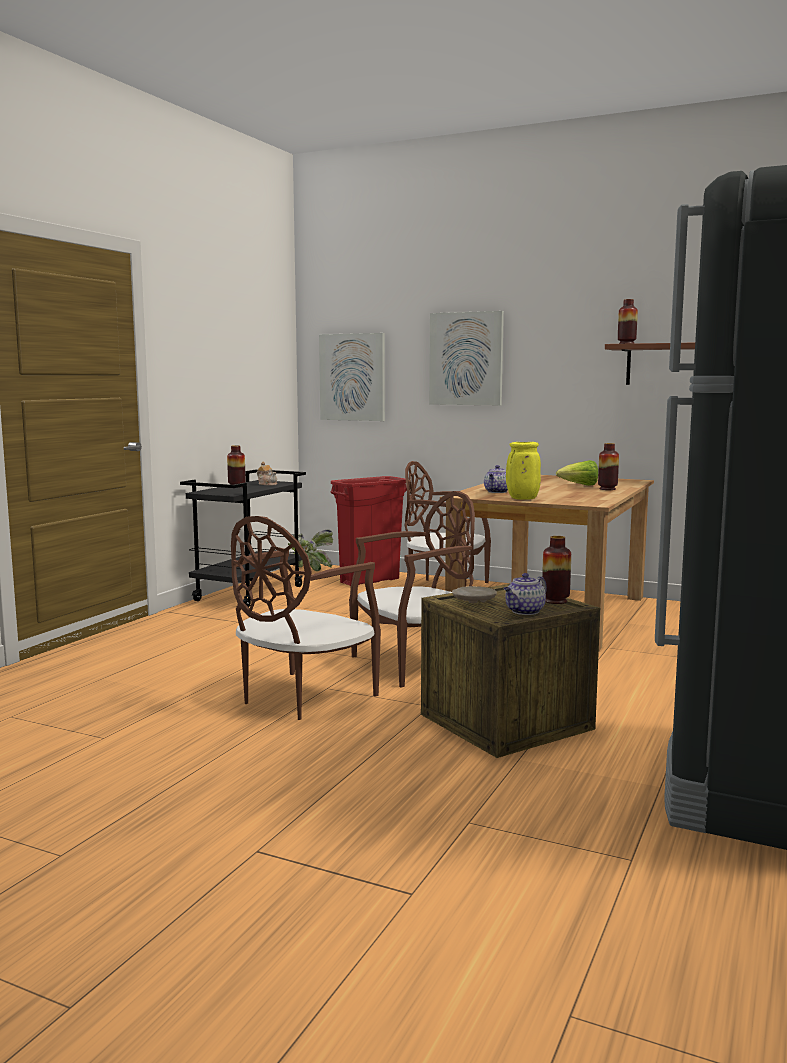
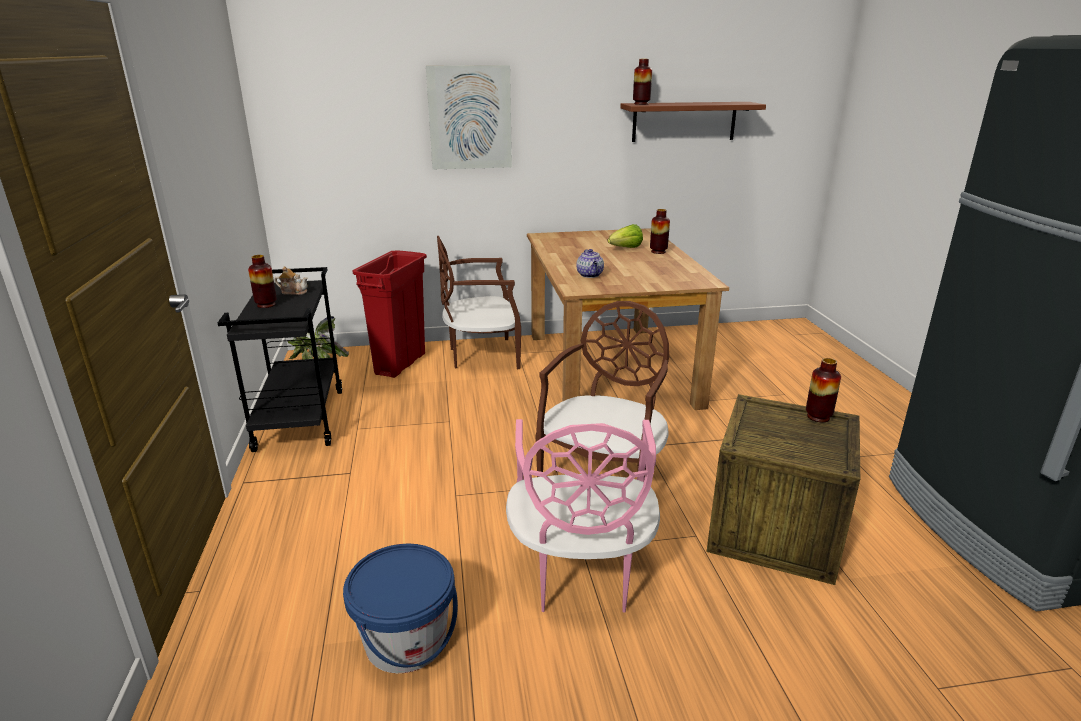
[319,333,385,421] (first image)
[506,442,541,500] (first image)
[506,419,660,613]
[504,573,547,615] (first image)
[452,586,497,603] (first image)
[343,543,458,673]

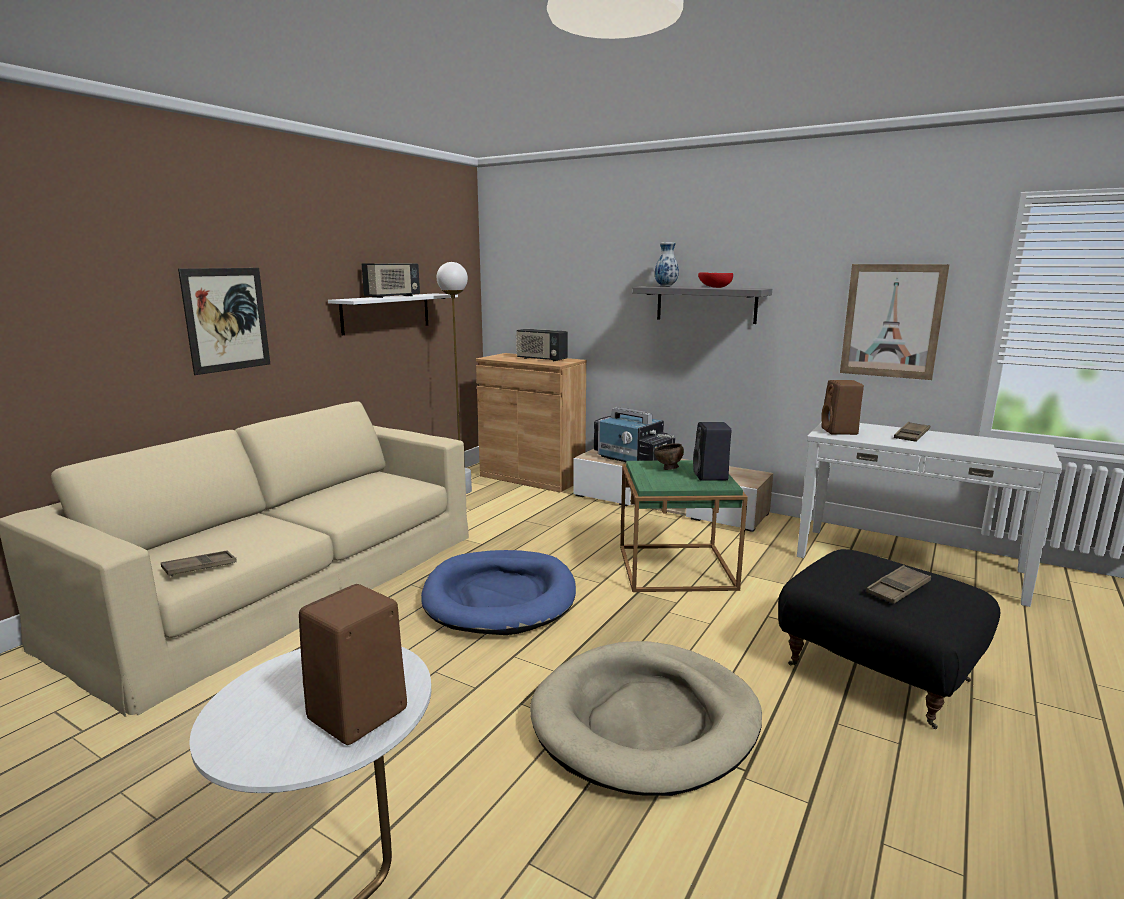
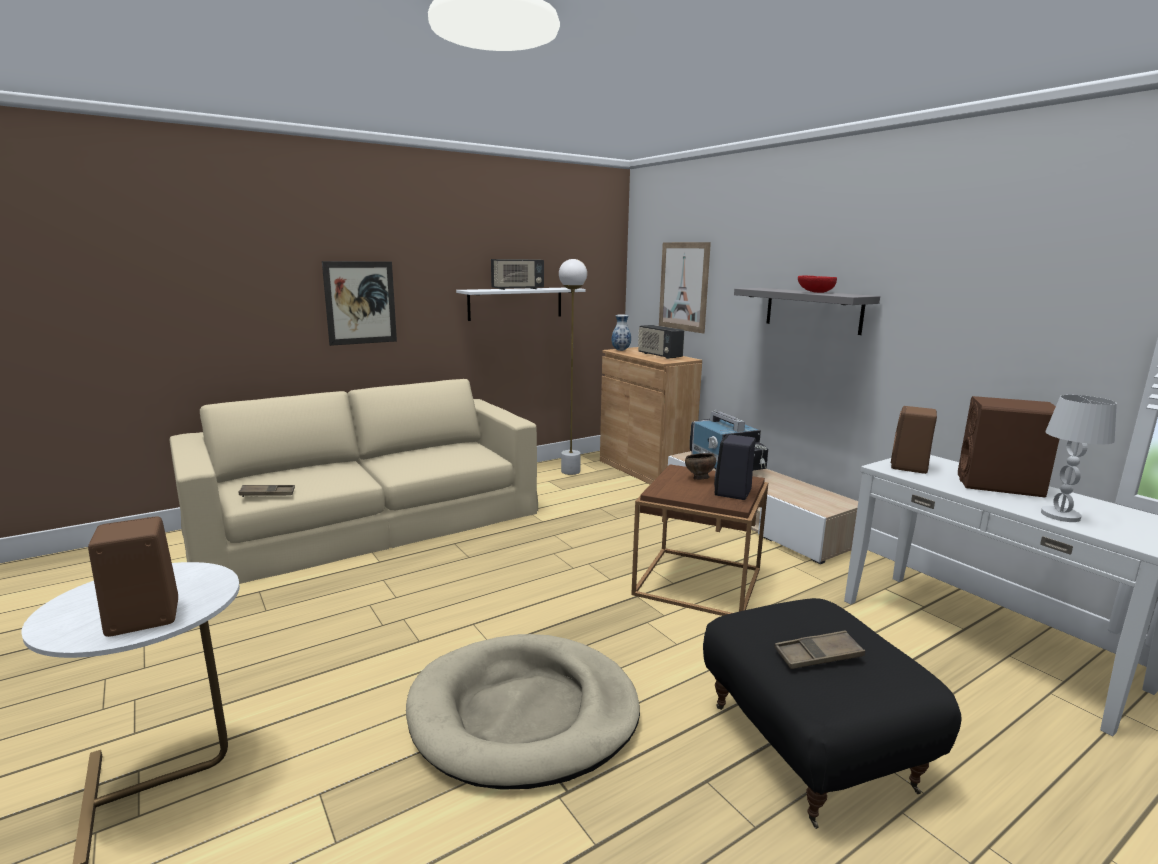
[611,314,631,351]
[659,242,711,333]
[958,396,1059,497]
[631,464,768,616]
[421,550,576,635] (first image)
[1041,395,1117,522]

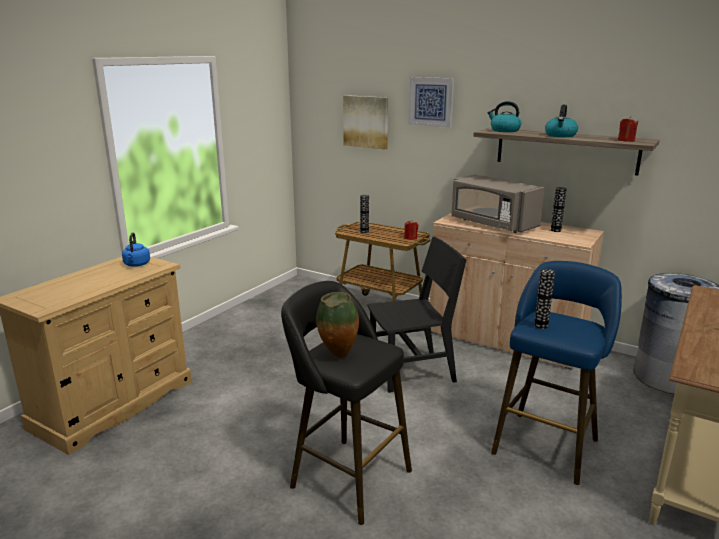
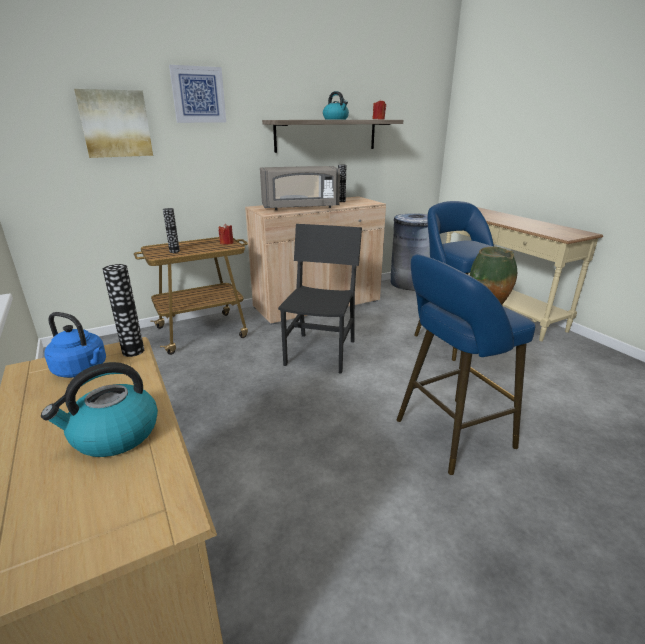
[41,362,158,457]
[103,264,144,357]
[397,254,535,475]

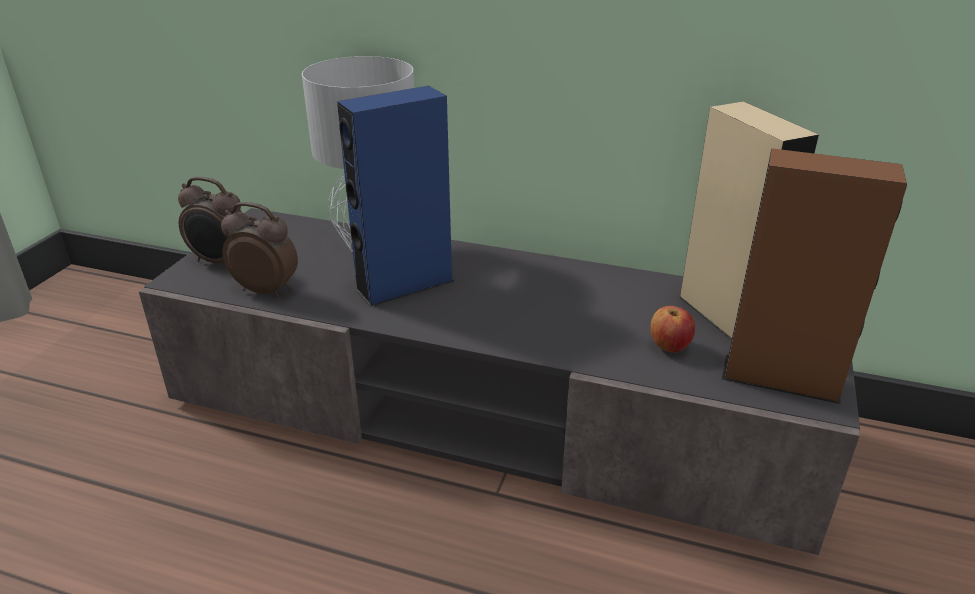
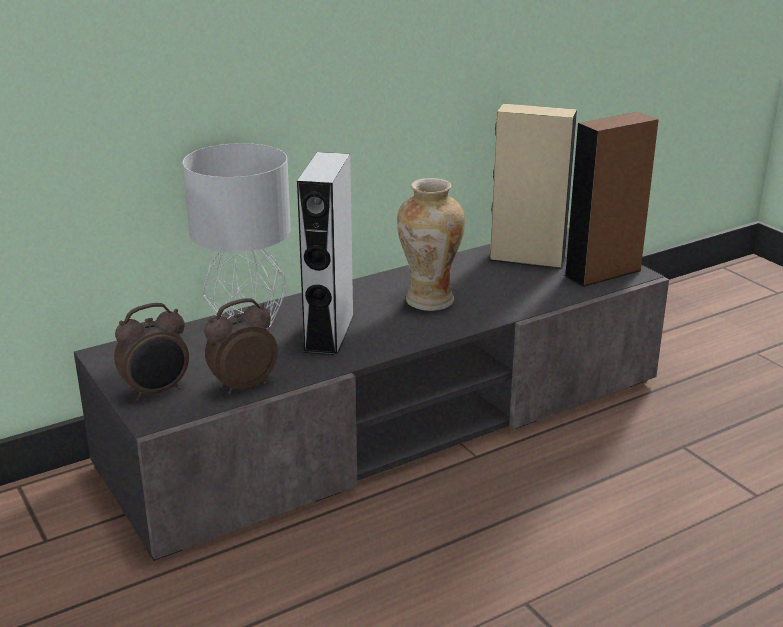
[297,152,354,355]
[650,306,695,353] (first image)
[397,178,465,311]

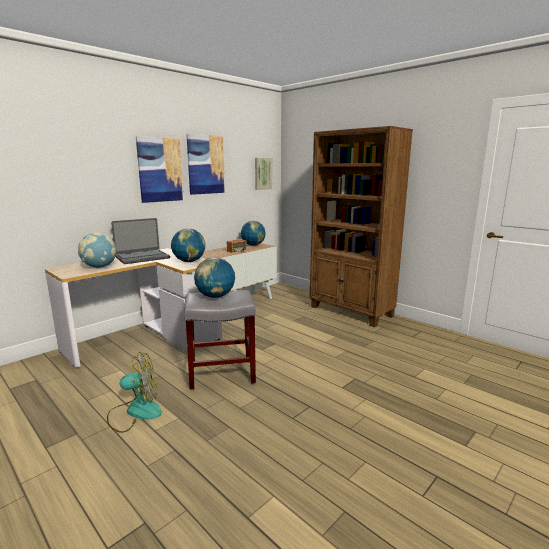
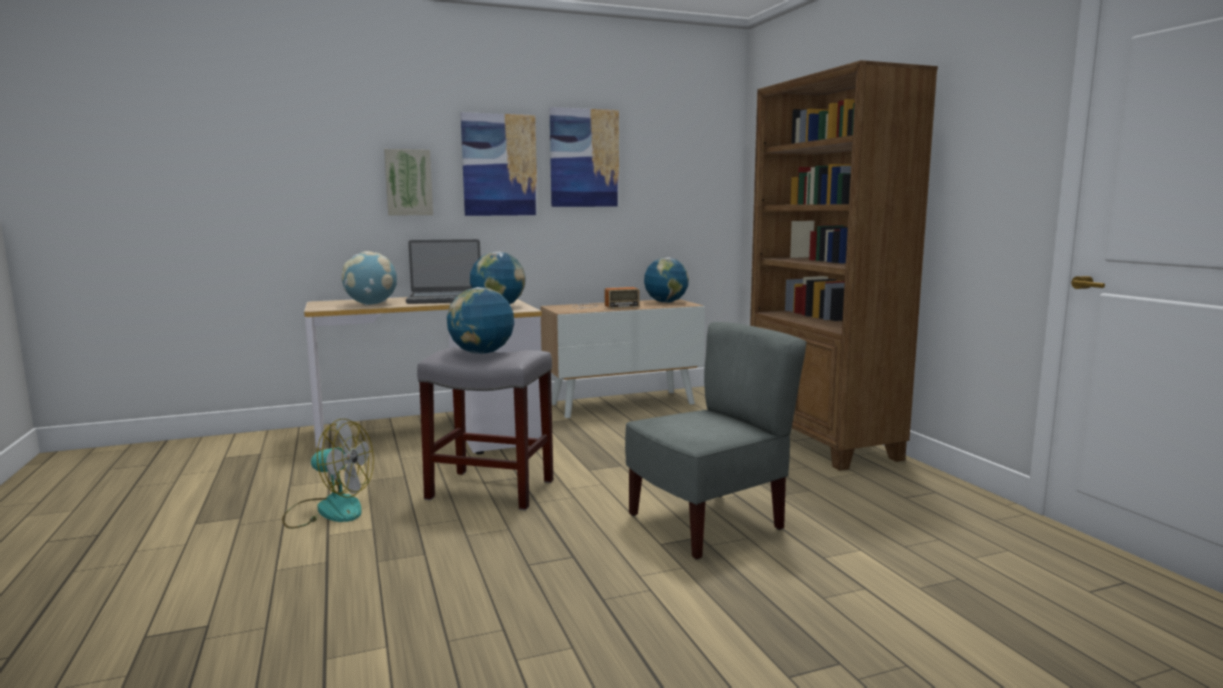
[384,149,433,216]
[625,322,807,560]

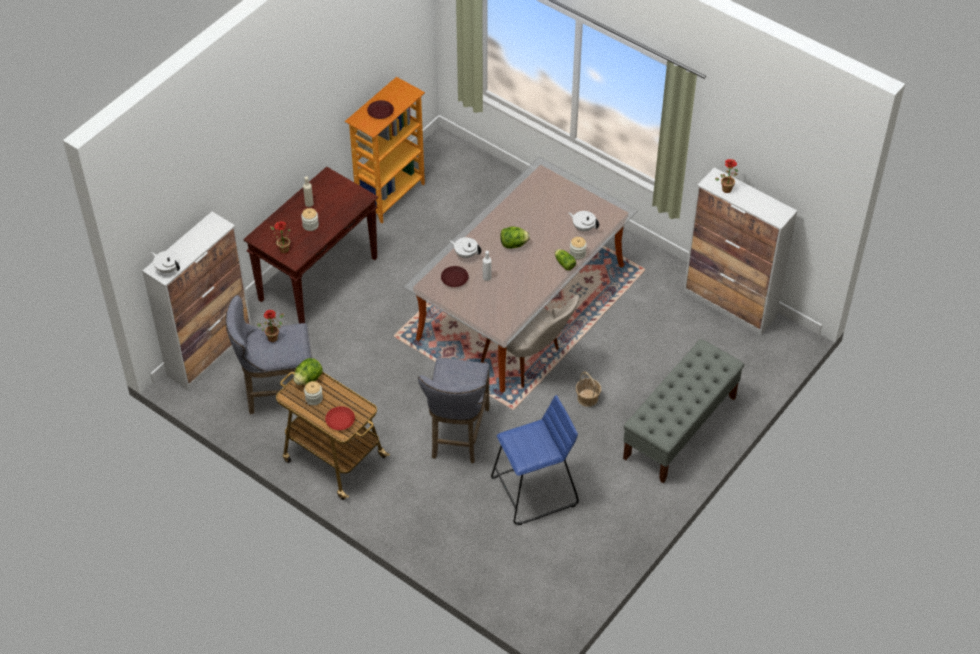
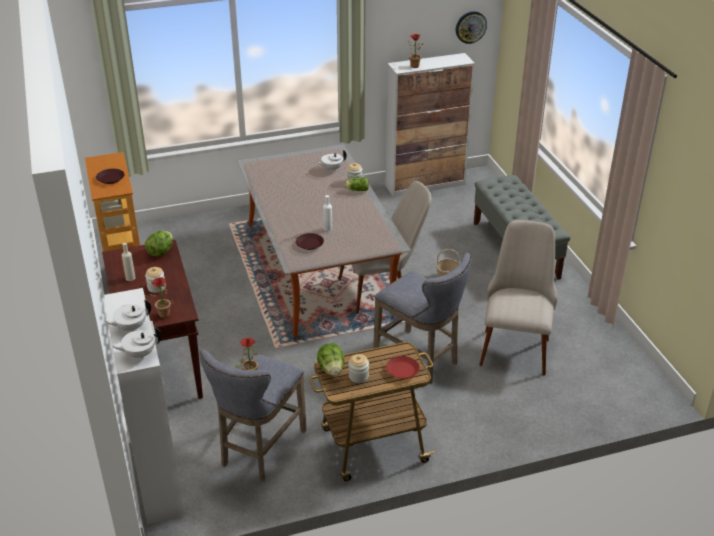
[145,231,173,257]
[104,300,151,331]
[479,220,557,375]
[456,11,487,44]

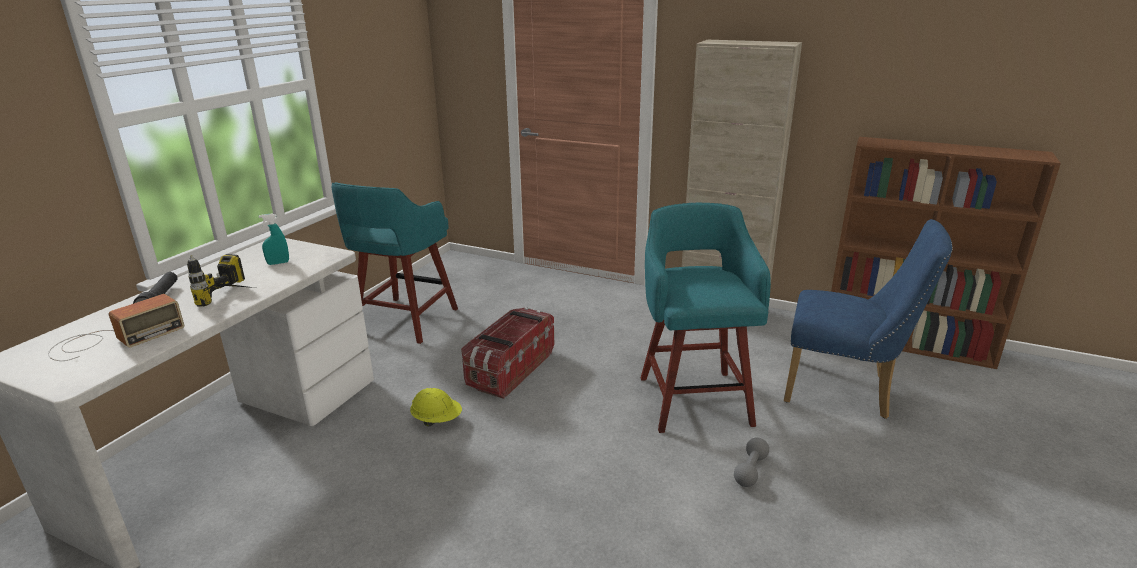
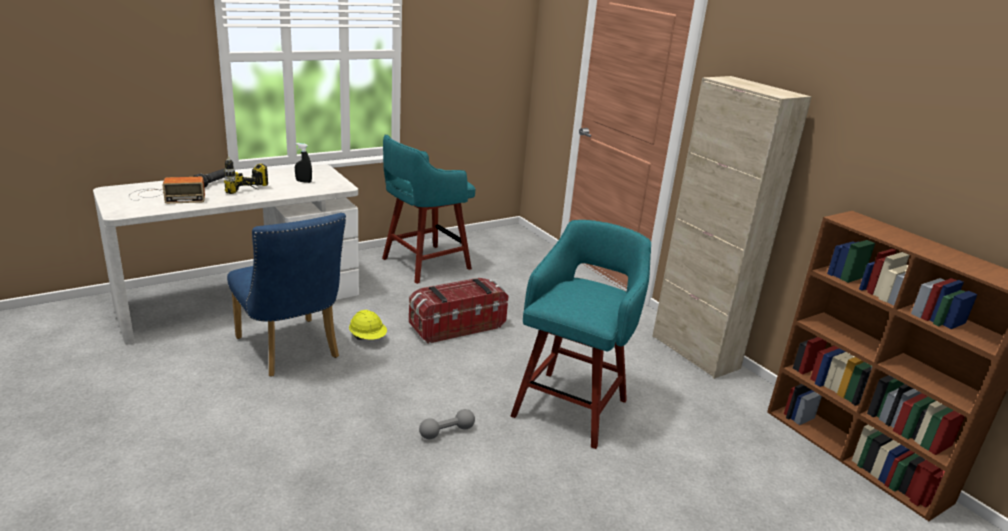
[295,143,312,183]
[227,213,346,377]
[419,409,475,439]

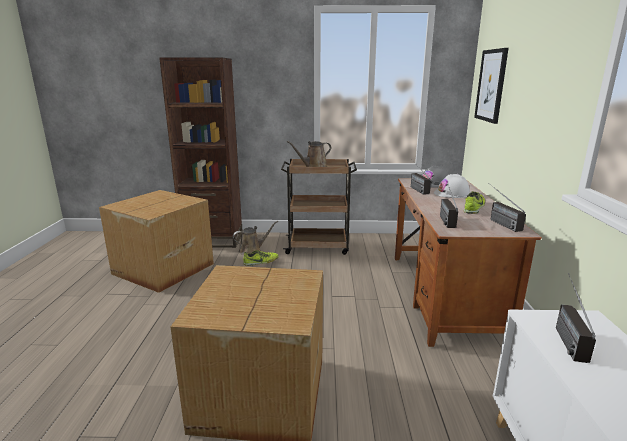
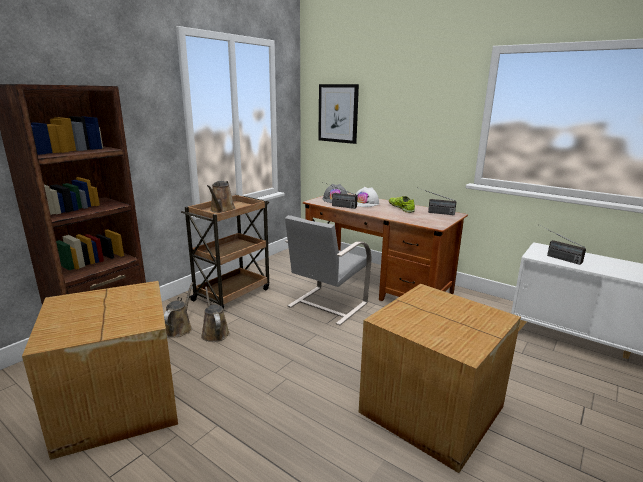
[440,182,458,228] (first image)
[201,287,229,342]
[285,215,372,325]

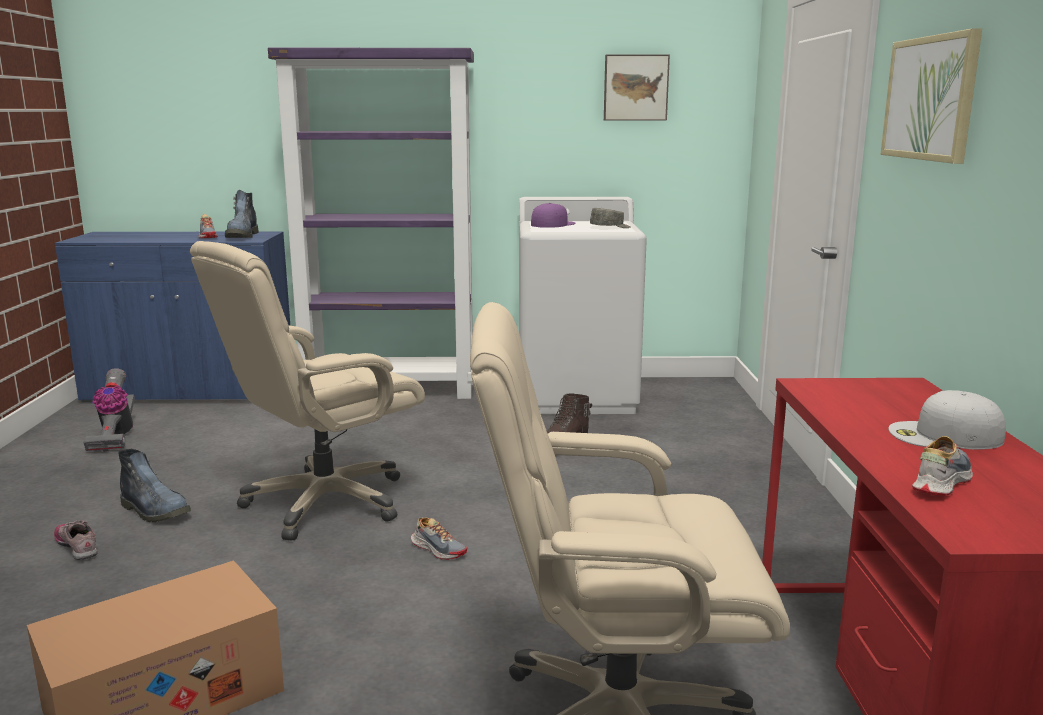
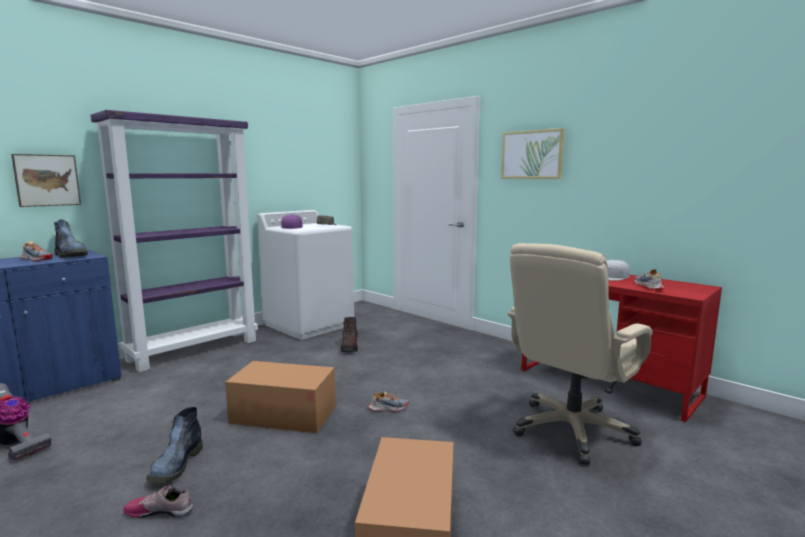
[11,154,81,207]
[225,361,336,433]
[146,407,203,482]

